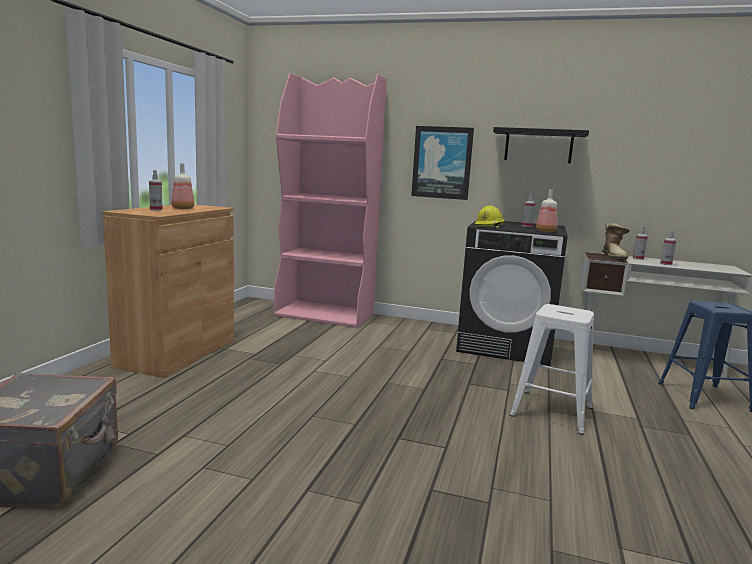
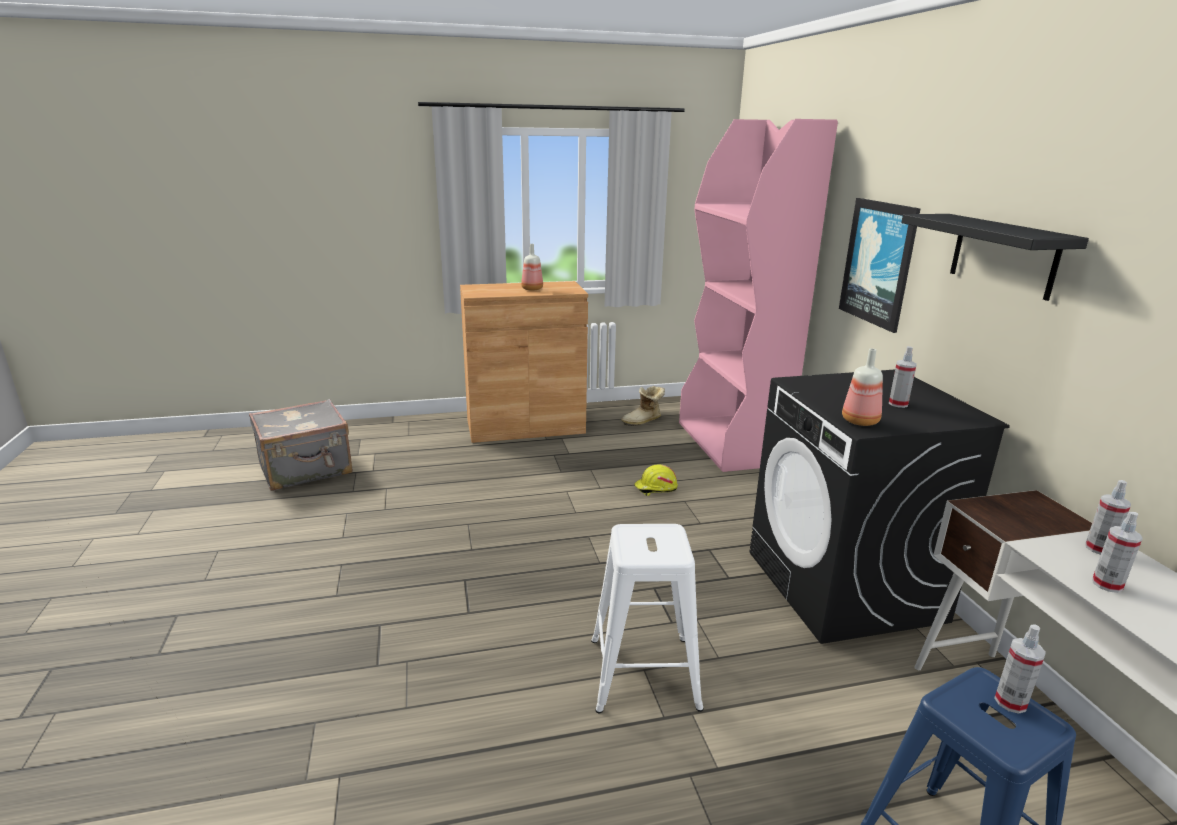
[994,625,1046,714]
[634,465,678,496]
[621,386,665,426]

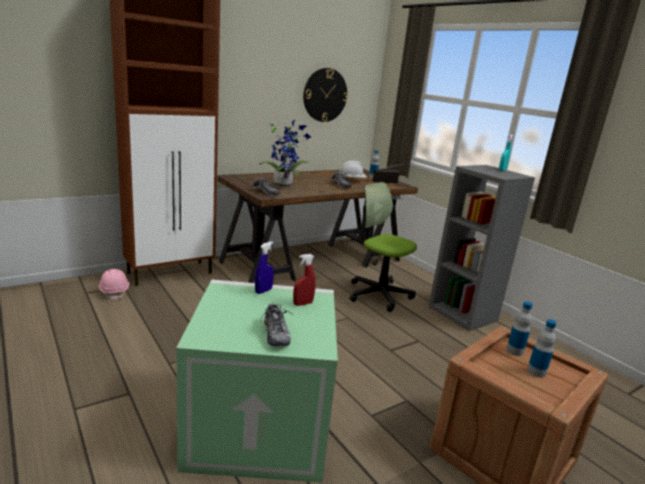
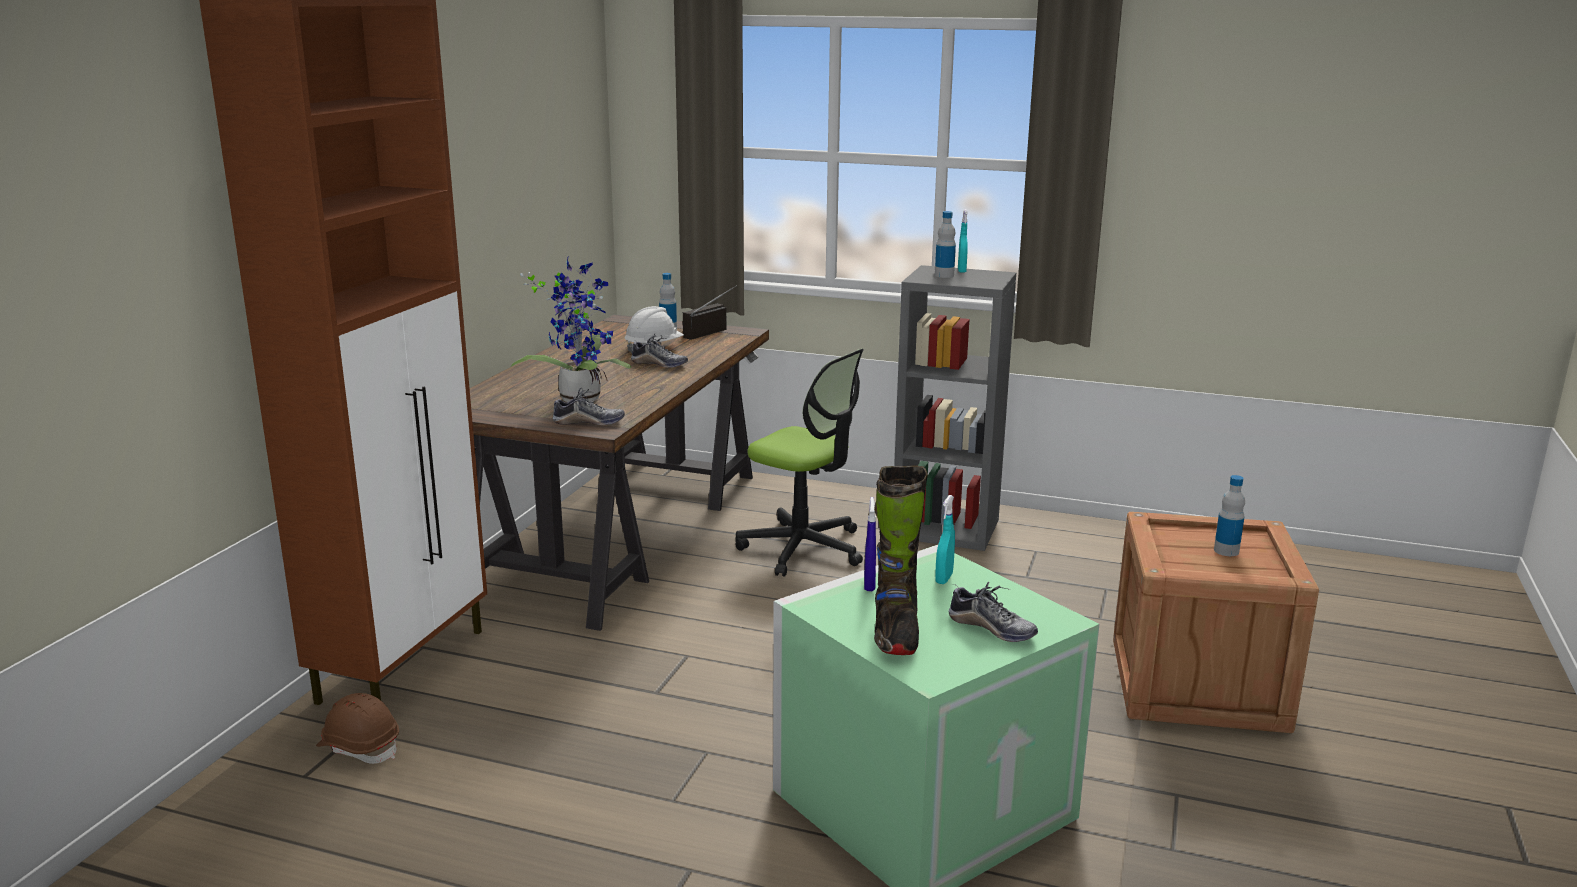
[303,68,348,122] (first image)
[735,349,864,577]
[935,495,955,584]
[316,693,399,764]
[935,211,956,278]
[874,465,928,655]

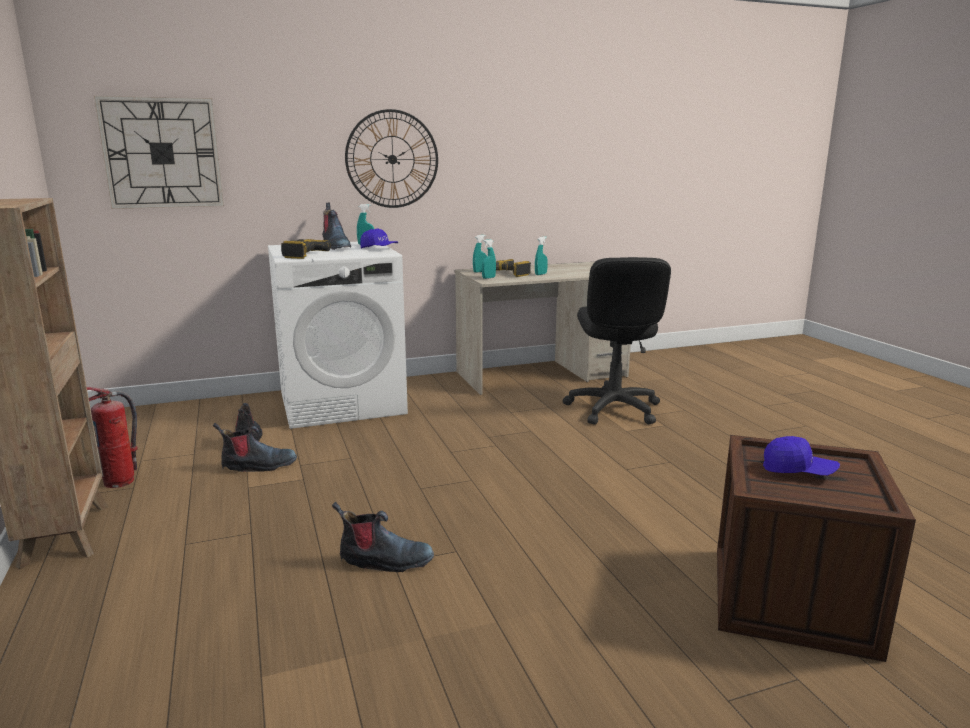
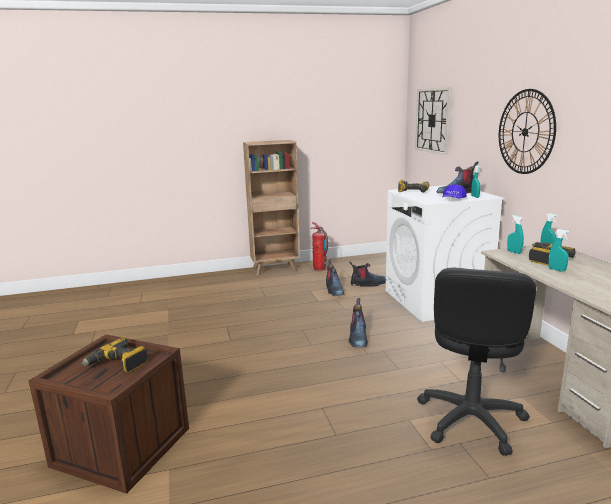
[417,268,536,456]
[82,336,148,373]
[349,298,368,348]

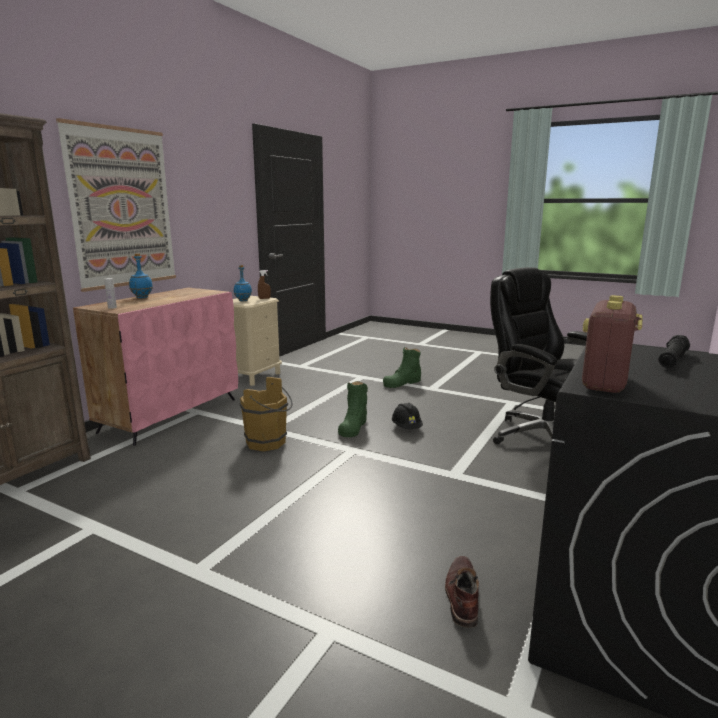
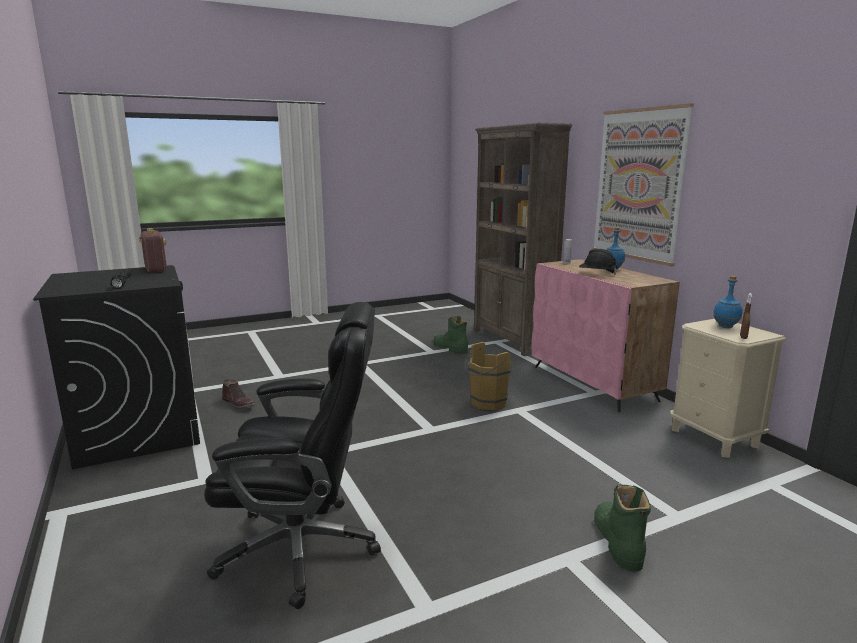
[433,316,468,354]
[579,249,618,275]

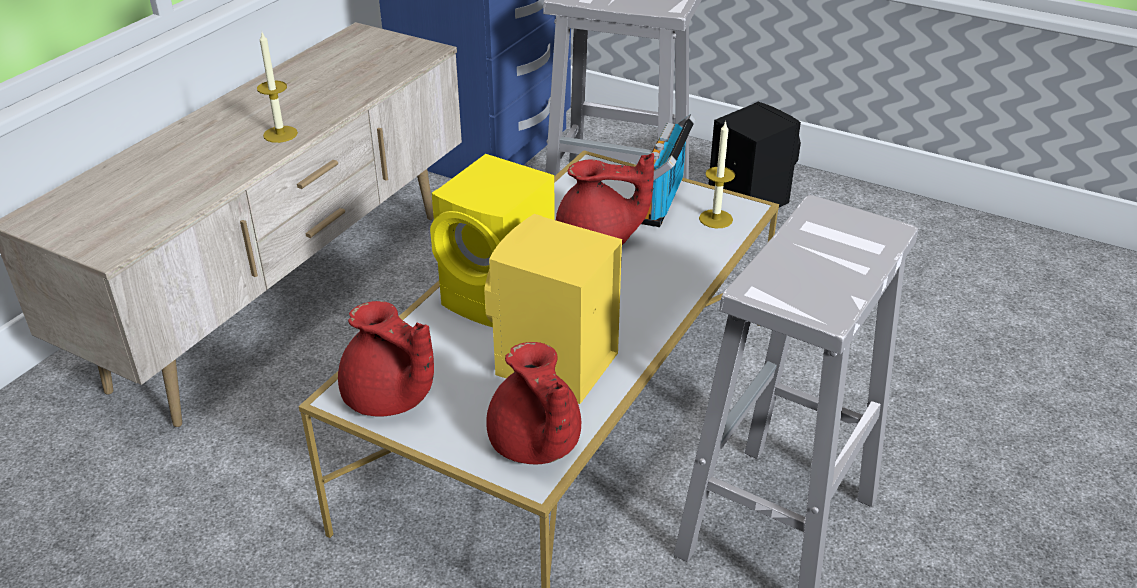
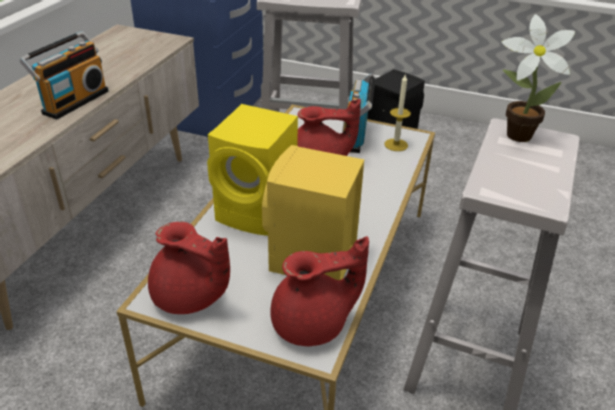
[19,31,108,119]
[270,236,369,346]
[502,14,575,142]

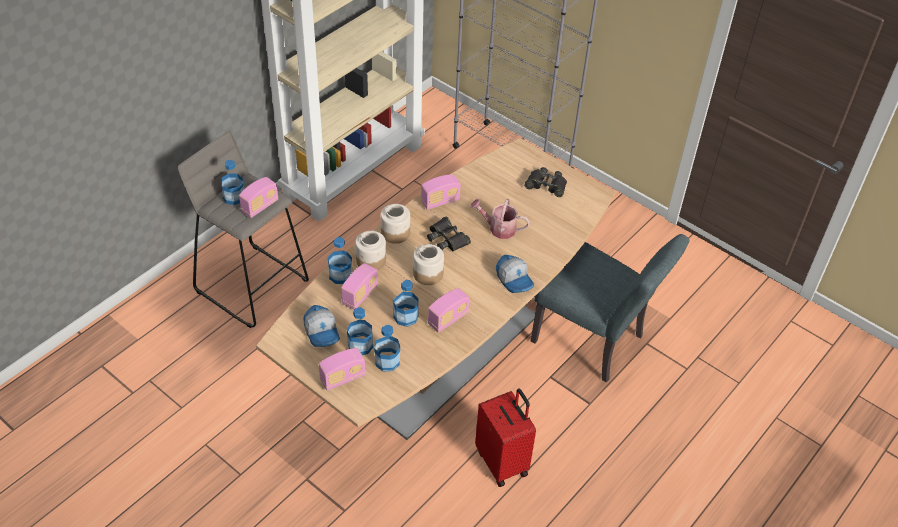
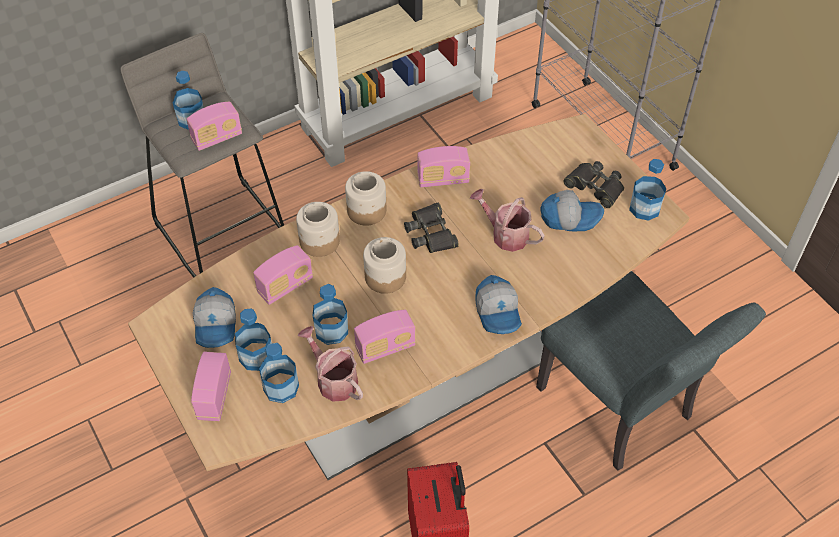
[629,159,666,221]
[191,352,231,421]
[541,190,604,231]
[298,326,363,402]

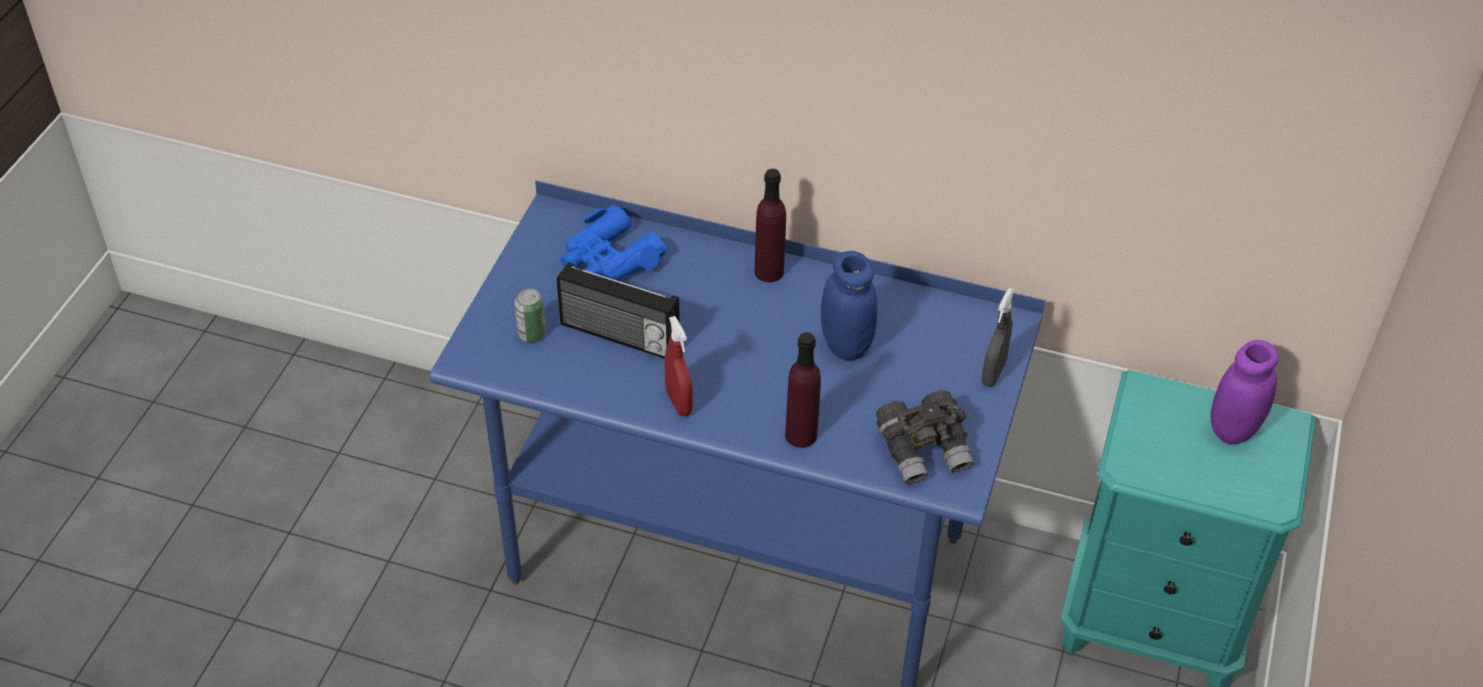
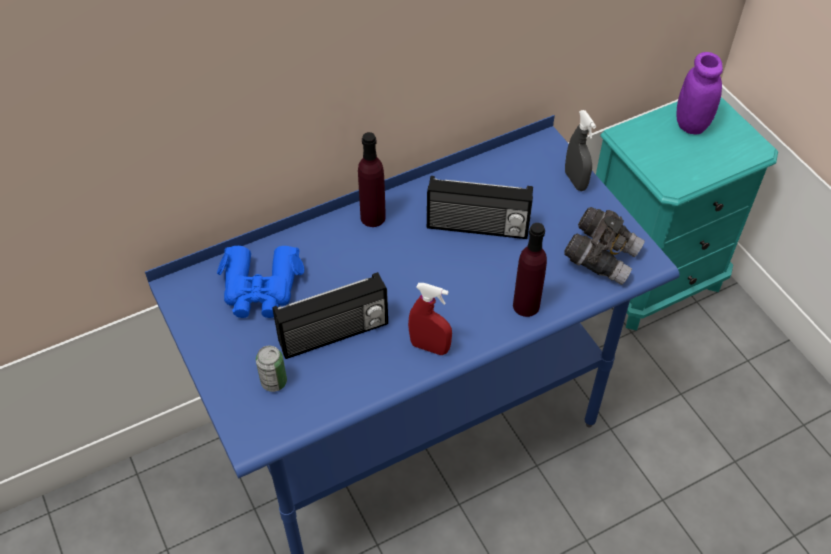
[427,176,533,239]

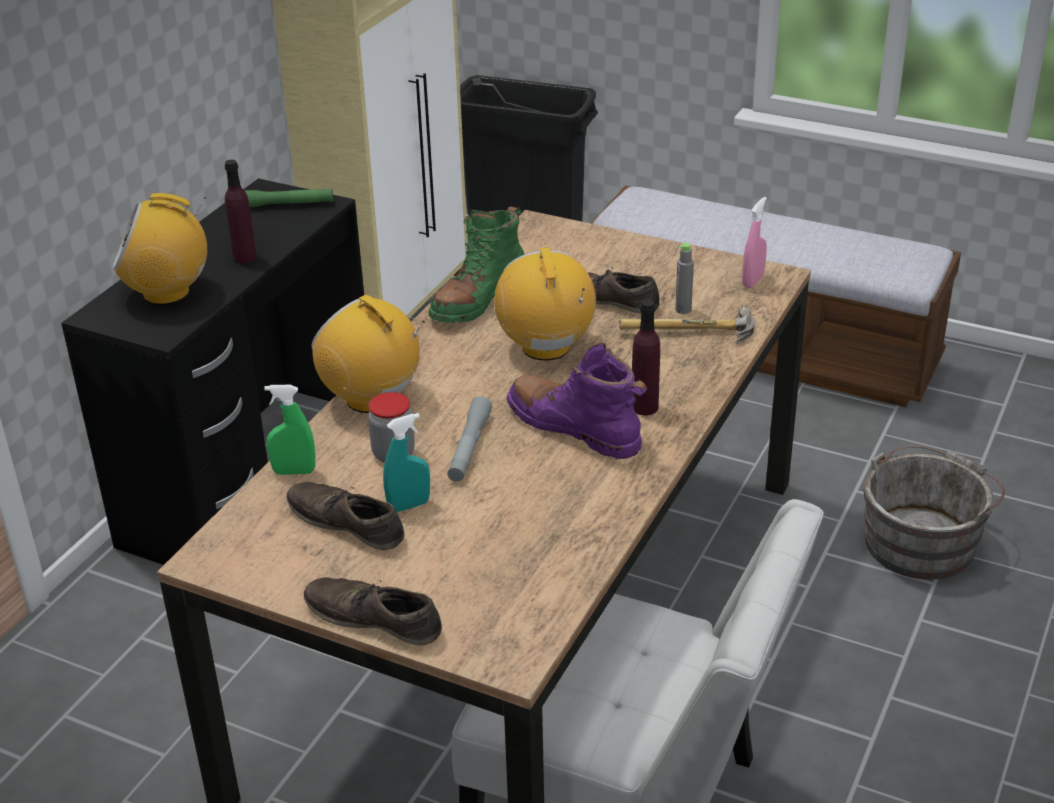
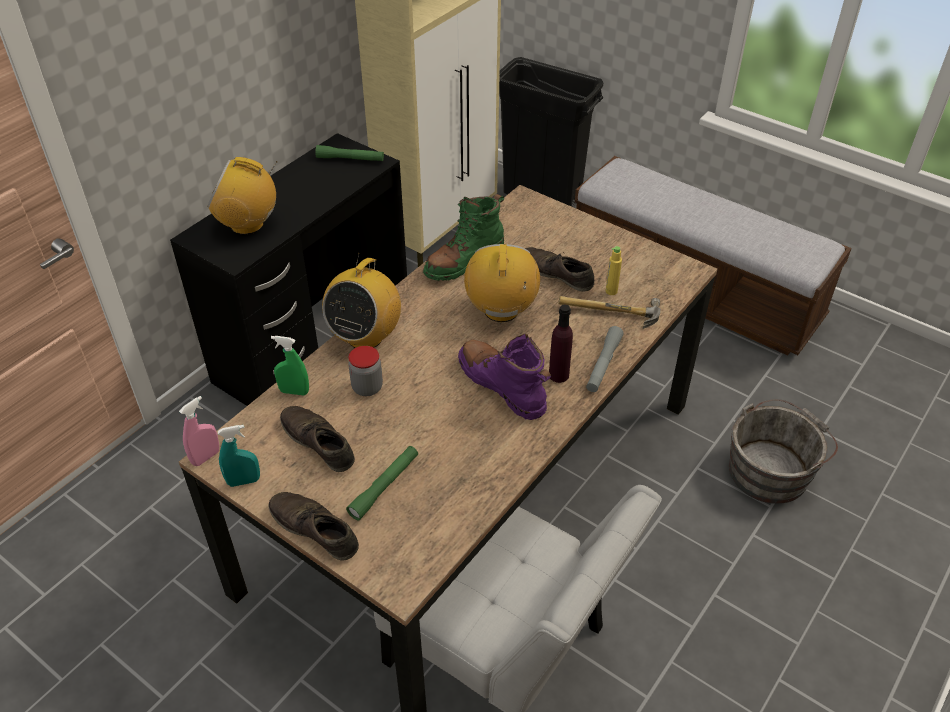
[225,160,257,264] (first image)
[179,396,219,466]
[605,246,622,295]
[322,254,401,348]
[586,326,624,392]
[218,425,260,487]
[346,446,418,520]

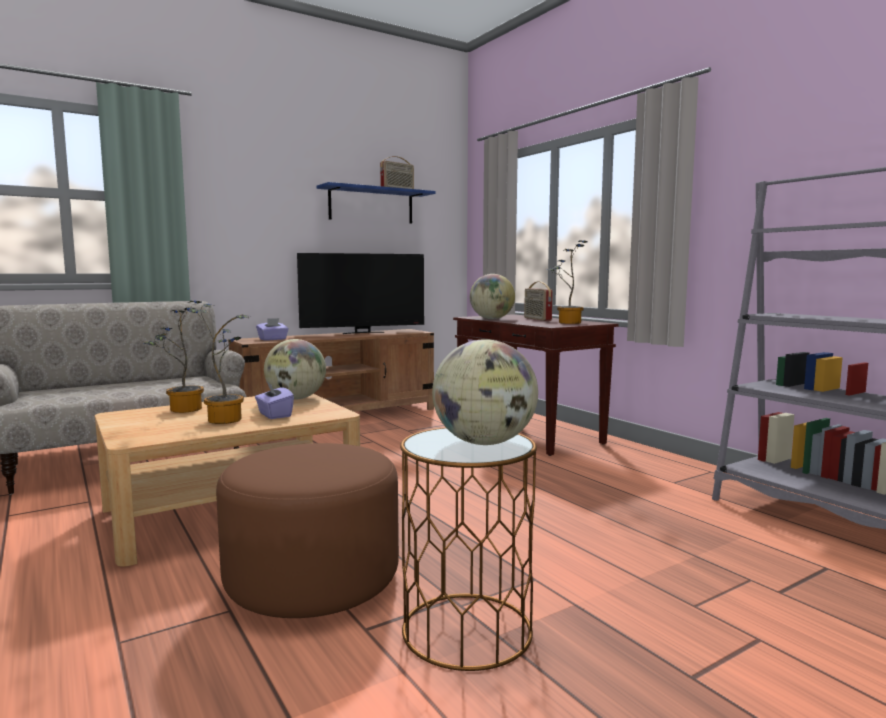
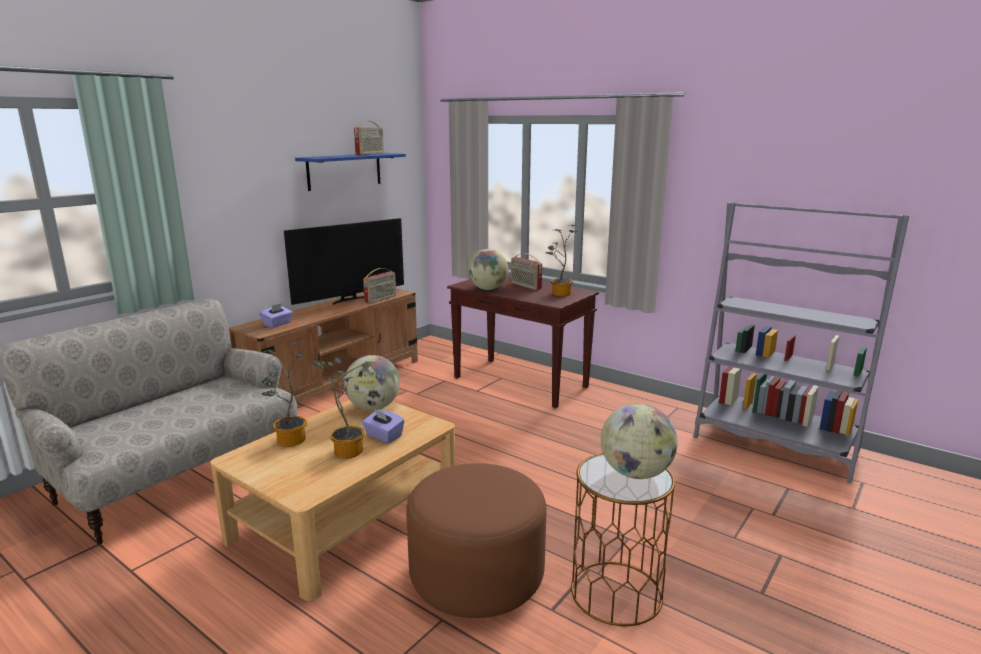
[363,268,396,304]

